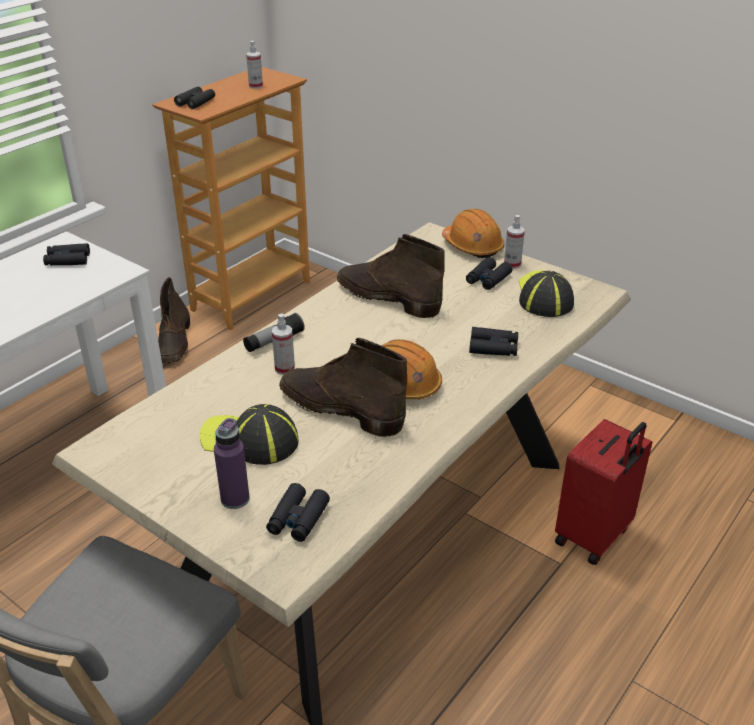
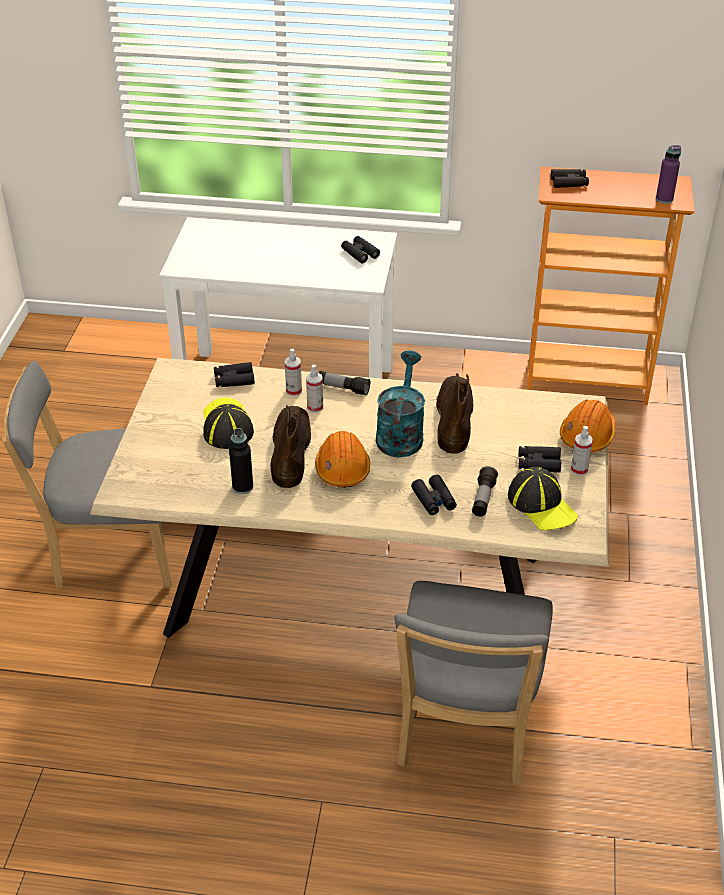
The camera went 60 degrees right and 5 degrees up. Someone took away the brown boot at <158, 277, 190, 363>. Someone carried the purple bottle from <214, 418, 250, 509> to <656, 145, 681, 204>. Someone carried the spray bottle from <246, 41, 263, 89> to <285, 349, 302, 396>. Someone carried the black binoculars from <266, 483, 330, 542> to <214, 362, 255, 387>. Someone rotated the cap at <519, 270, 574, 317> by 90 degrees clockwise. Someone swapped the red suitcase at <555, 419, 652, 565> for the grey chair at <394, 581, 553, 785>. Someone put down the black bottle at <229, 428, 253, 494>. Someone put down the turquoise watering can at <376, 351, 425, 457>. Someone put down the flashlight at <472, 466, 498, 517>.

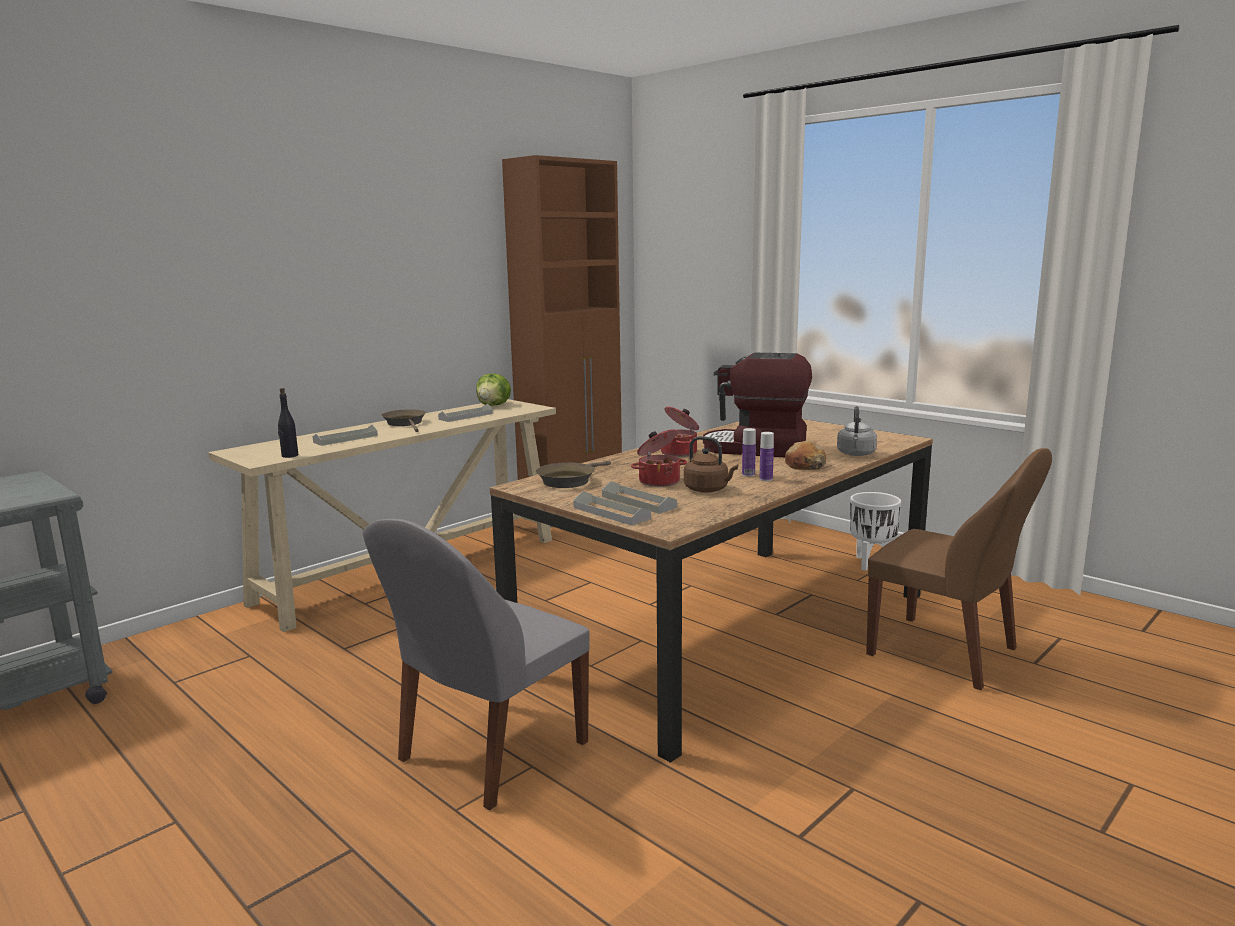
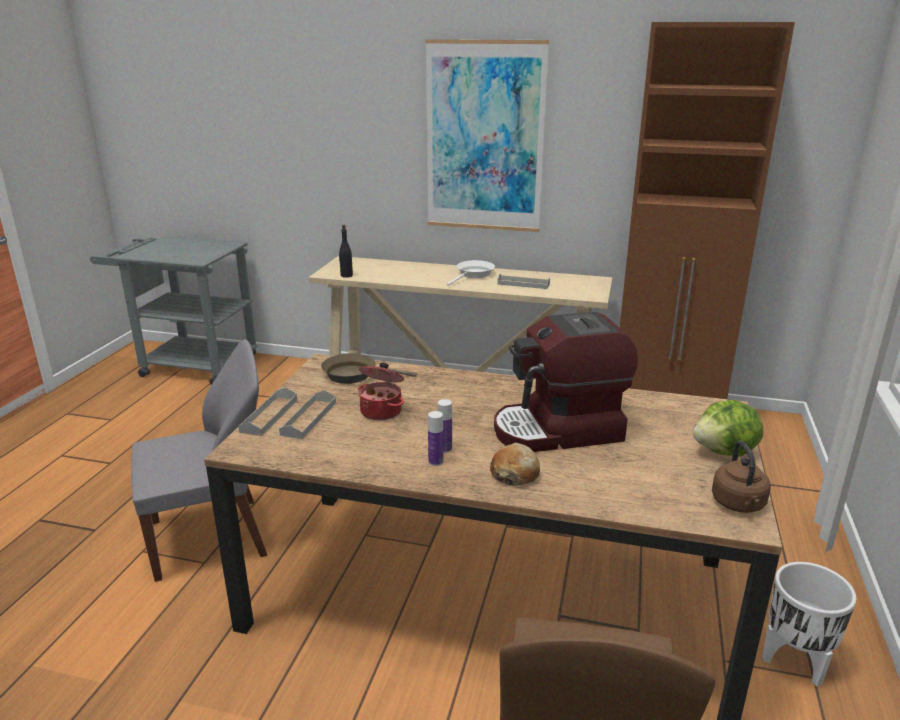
The camera went 60 degrees right and 10 degrees up. Someone took away the grey tray at <313, 425, 378, 446>. Someone rotated the grey chair at <363, 519, 590, 810> by 150 degrees clockwise. Someone repainted the brown frying pan at <381, 410, 426, 432>, which became the white frying pan at <447, 260, 495, 286>. Someone carried the lettuce from <476, 373, 511, 406> to <693, 400, 763, 456>. Someone took away the cooking pot at <661, 407, 699, 457>. Someone carried the brown kettle from <684, 436, 738, 493> to <712, 441, 771, 513>. Someone rotated the coffee machine at <703, 353, 812, 457> by 90 degrees counterclockwise. Someone took away the grey kettle at <837, 406, 877, 456>. Someone put up the picture at <425, 39, 549, 232>.

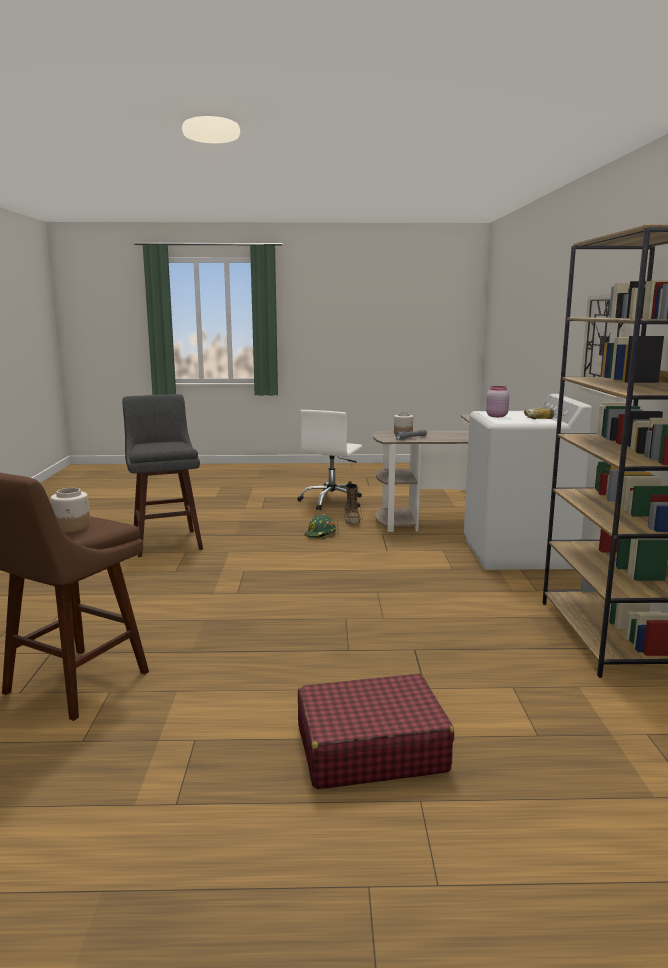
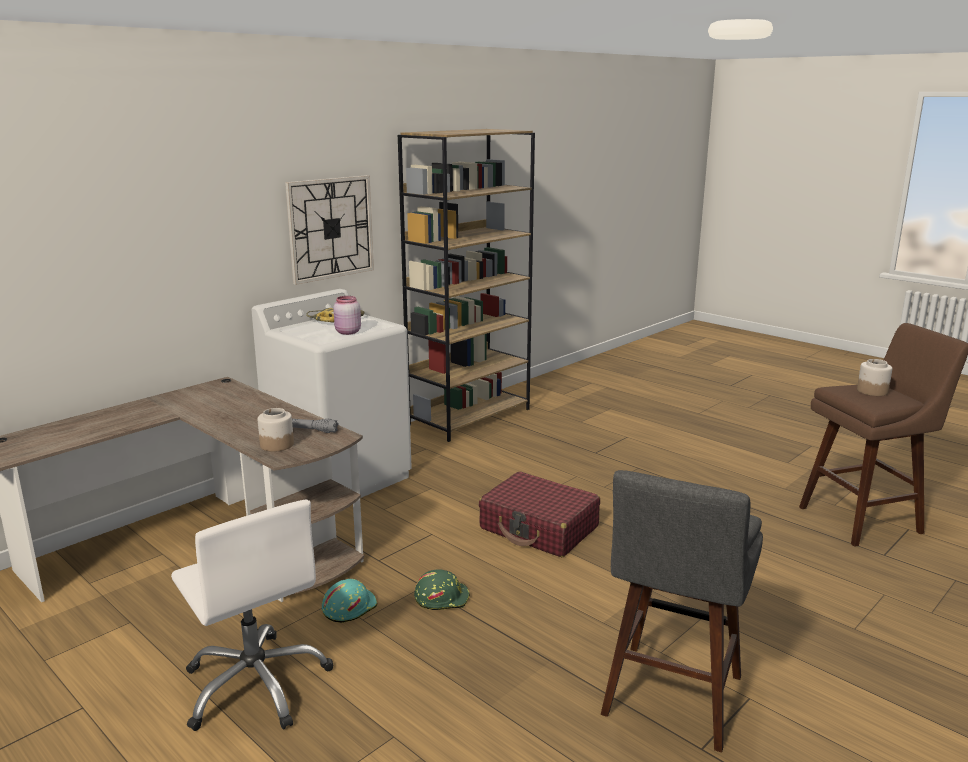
The camera went 135 degrees left and 5 degrees up. Someone rotated the white office chair at <297, 410, 362, 510> by 75 degrees clockwise. Someone carried the red suitcase from <298, 673, 454, 789> to <479, 471, 600, 557>. Someone swapped the boot at <344, 481, 360, 524> for the turquoise hard hat at <322, 579, 378, 623>.

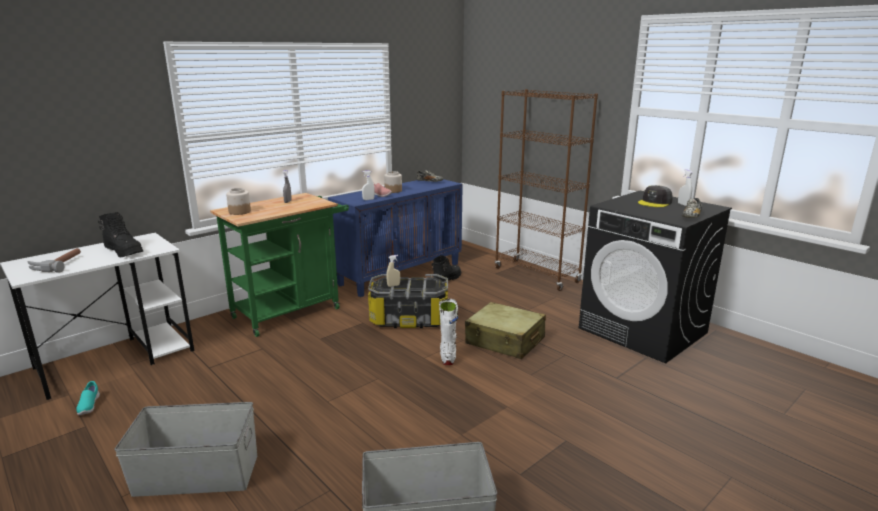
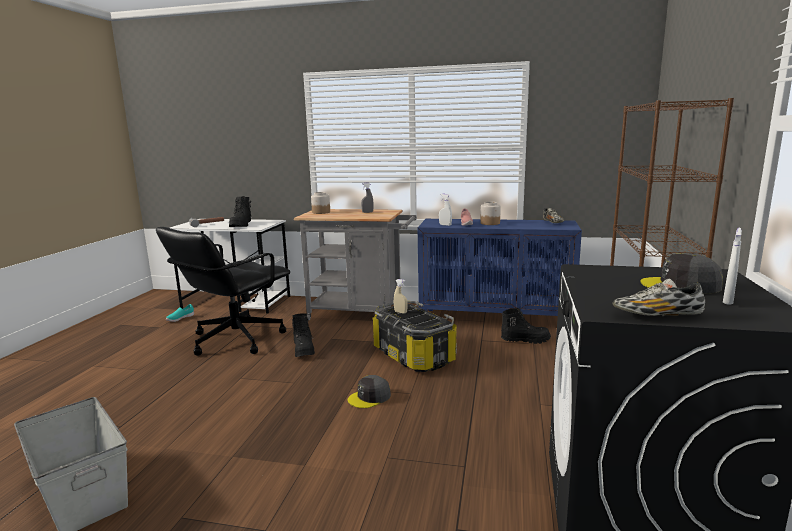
The camera went 55 degrees right and 5 degrees down. Someone took away the grey storage box at <114, 402, 257, 497>. Someone repainted the green cart at <210, 193, 349, 337>, which became the grey cart at <294, 209, 417, 320>. Someone swapped the white boot at <439, 299, 458, 365> for the grey cap at <348, 375, 391, 408>. Someone took away the beige suitcase at <465, 302, 546, 359>. Someone put down the black office chair at <156, 227, 290, 356>. Someone put down the black boot at <292, 313, 315, 357>.

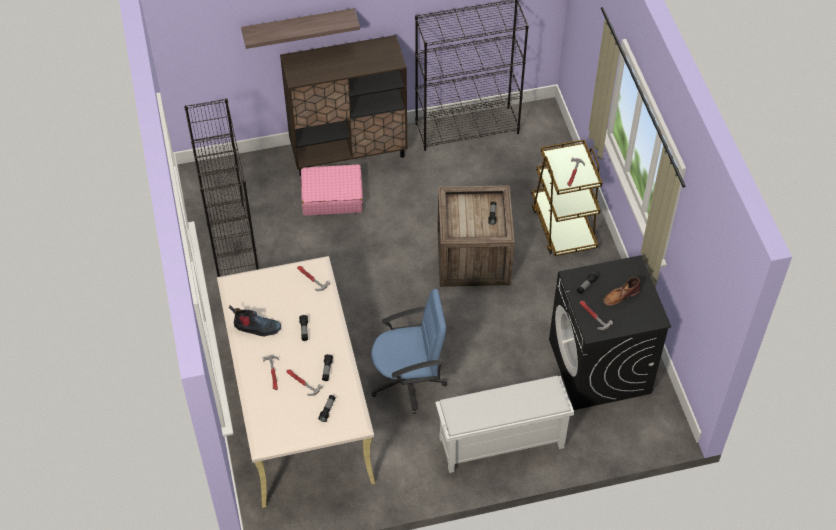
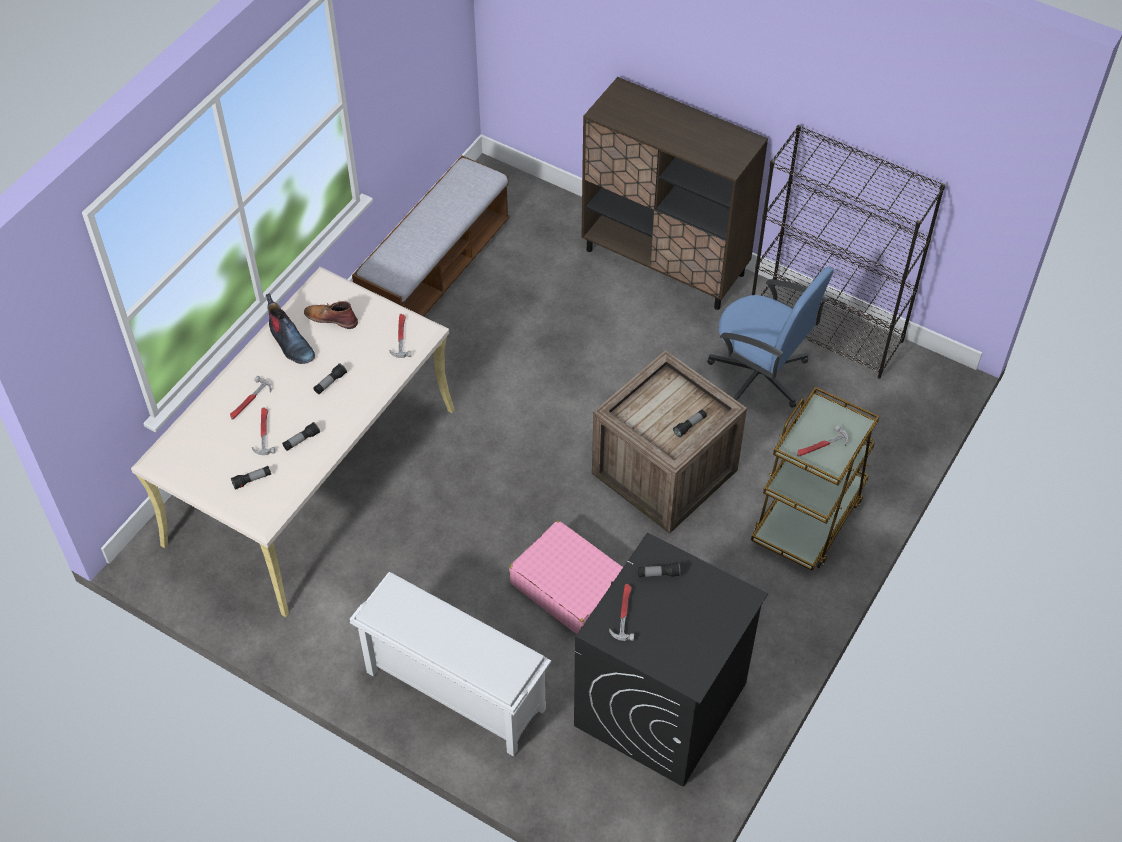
The camera went 45 degrees right and 0 degrees up. Someone swapped the black bookcase at <184, 98, 259, 277> for the bench at <352, 155, 510, 316>. Someone took away the shelf at <241, 8, 360, 49>. Someone carried the pink suitcase from <301, 164, 363, 216> to <509, 521, 623, 634>. Someone carried the blue office chair from <371, 289, 447, 414> to <707, 267, 834, 408>. Someone carried the brown boot from <603, 277, 641, 306> to <304, 301, 358, 329>.

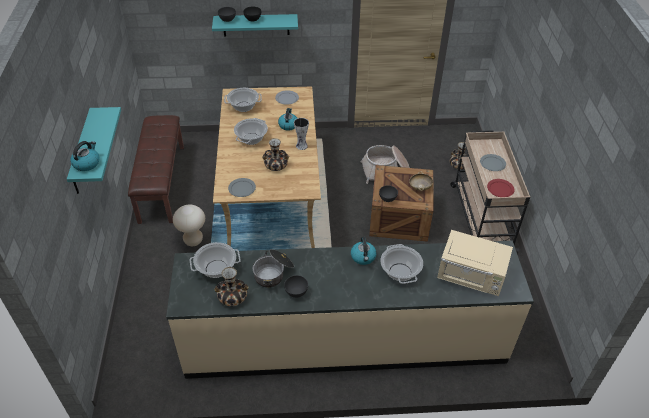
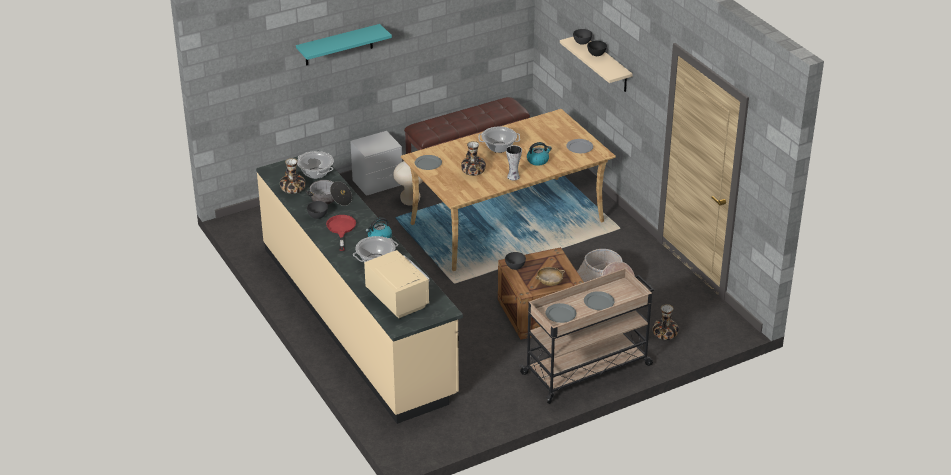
The camera went 65 degrees right and 10 degrees down. Someone took away the kettle at <70, 141, 99, 171>. Someone repainted the turquoise shelf at <212, 14, 298, 36>, which became the beige shelf at <560, 37, 633, 92>. Someone took away the cooking pot at <224, 88, 262, 112>. Someone rotated the beige microwave at <437, 230, 513, 296> by 150 degrees clockwise. Someone repainted the red plate at <487, 179, 514, 197>, which became the grey plate at <545, 303, 576, 323>. Someone put down the red frying pan at <326, 215, 356, 251>. Someone put down the grey nightstand at <350, 131, 402, 196>.

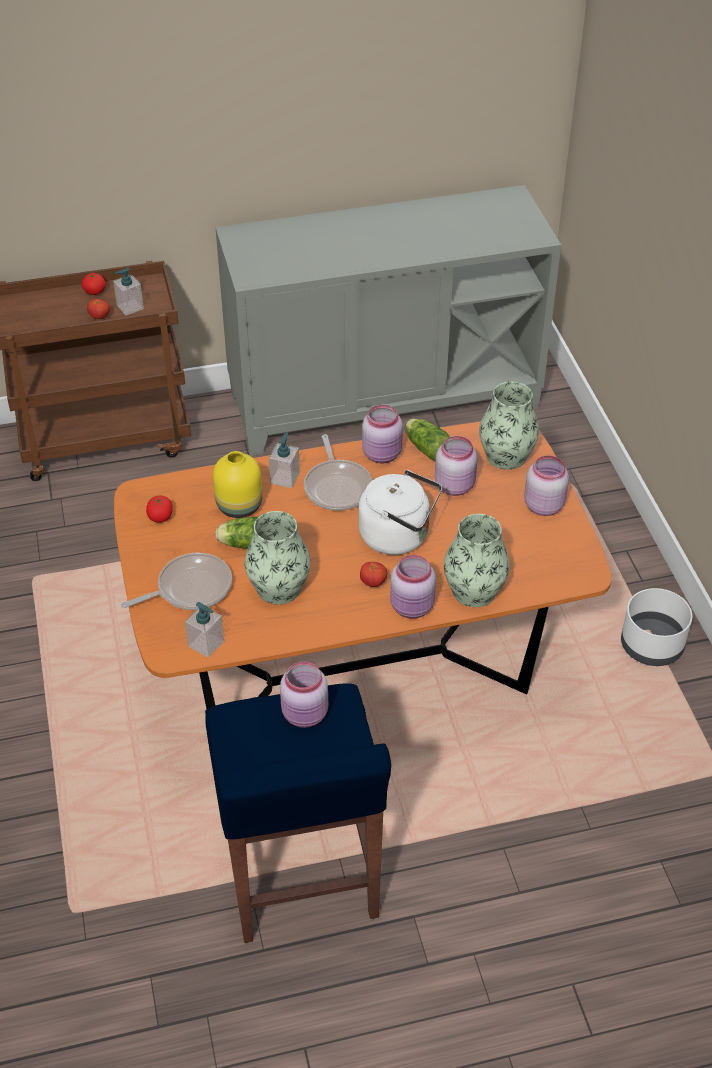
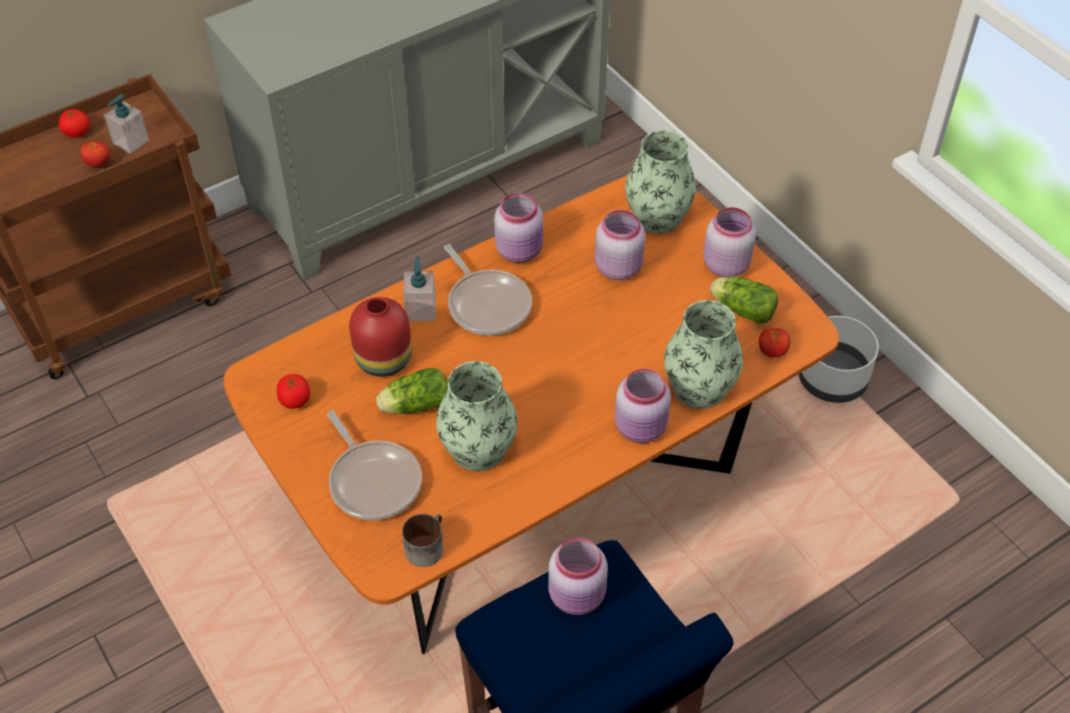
The camera went 20 degrees left and 5 degrees up. Someone rotated the frying pan at <121, 553, 232, 610> by 105 degrees clockwise. Someone swapped the soap dispenser at <185, 602, 224, 658> for the mug at <402, 514, 443, 567>. Someone repainted the yellow vase at <213, 451, 262, 518>, which became the red vase at <349, 297, 412, 377>. Someone took away the white kettle at <359, 470, 442, 555>. Someone carried the tomato from <360, 562, 387, 587> to <759, 328, 791, 358>. Someone carried the lettuce from <405, 419, 450, 460> to <710, 276, 778, 324>.

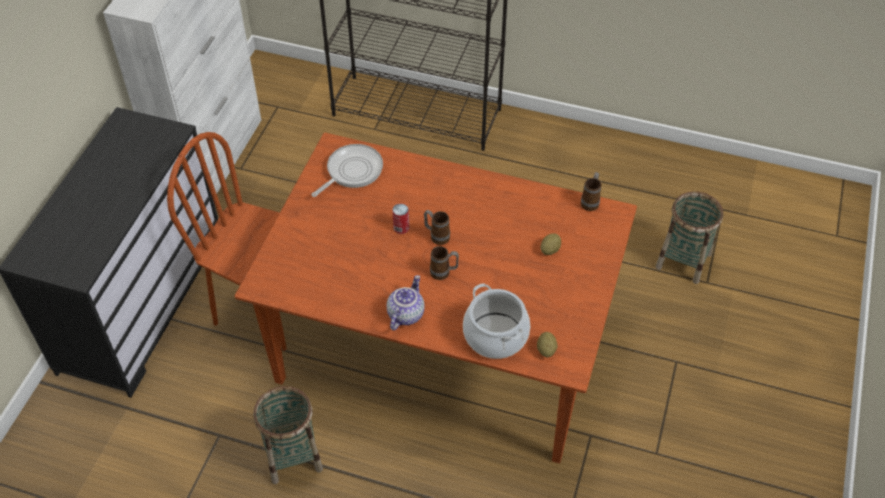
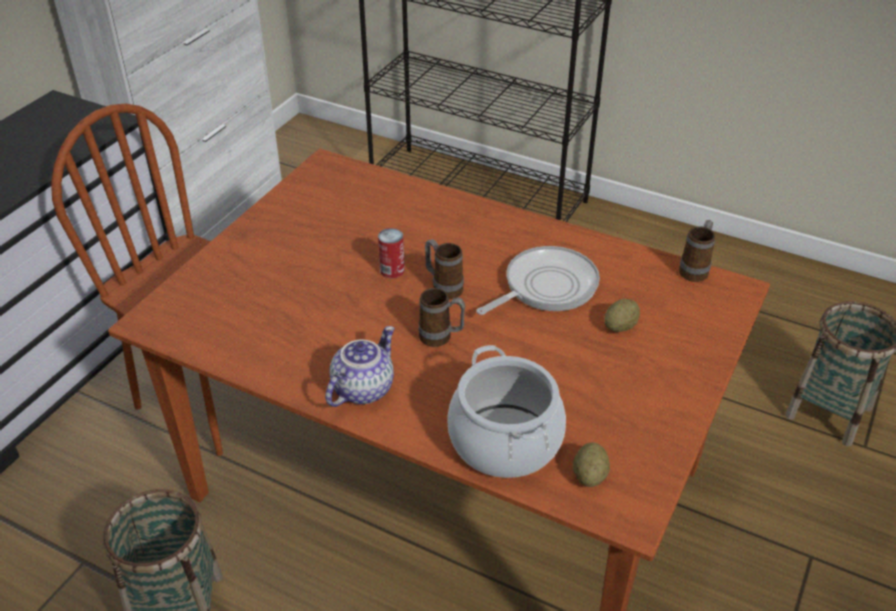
The camera went 10 degrees right and 10 degrees down. Someone carried the frying pan from <312, 144, 383, 197> to <476, 246, 600, 315>.

